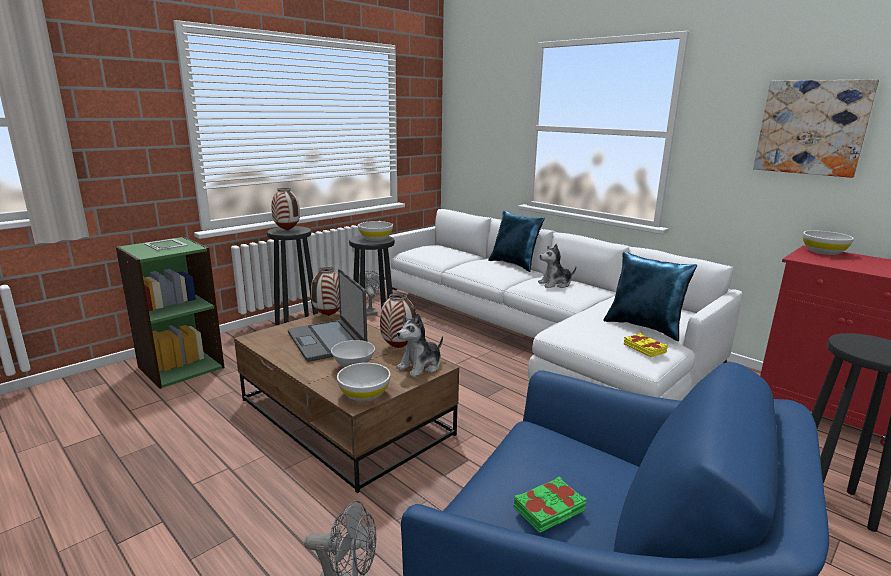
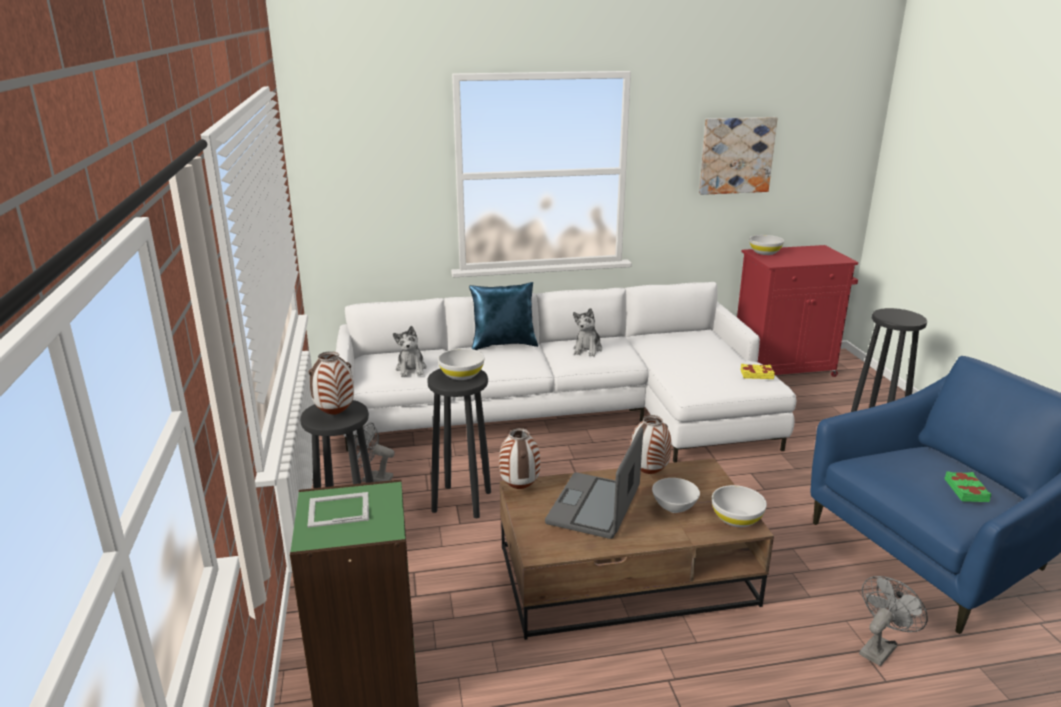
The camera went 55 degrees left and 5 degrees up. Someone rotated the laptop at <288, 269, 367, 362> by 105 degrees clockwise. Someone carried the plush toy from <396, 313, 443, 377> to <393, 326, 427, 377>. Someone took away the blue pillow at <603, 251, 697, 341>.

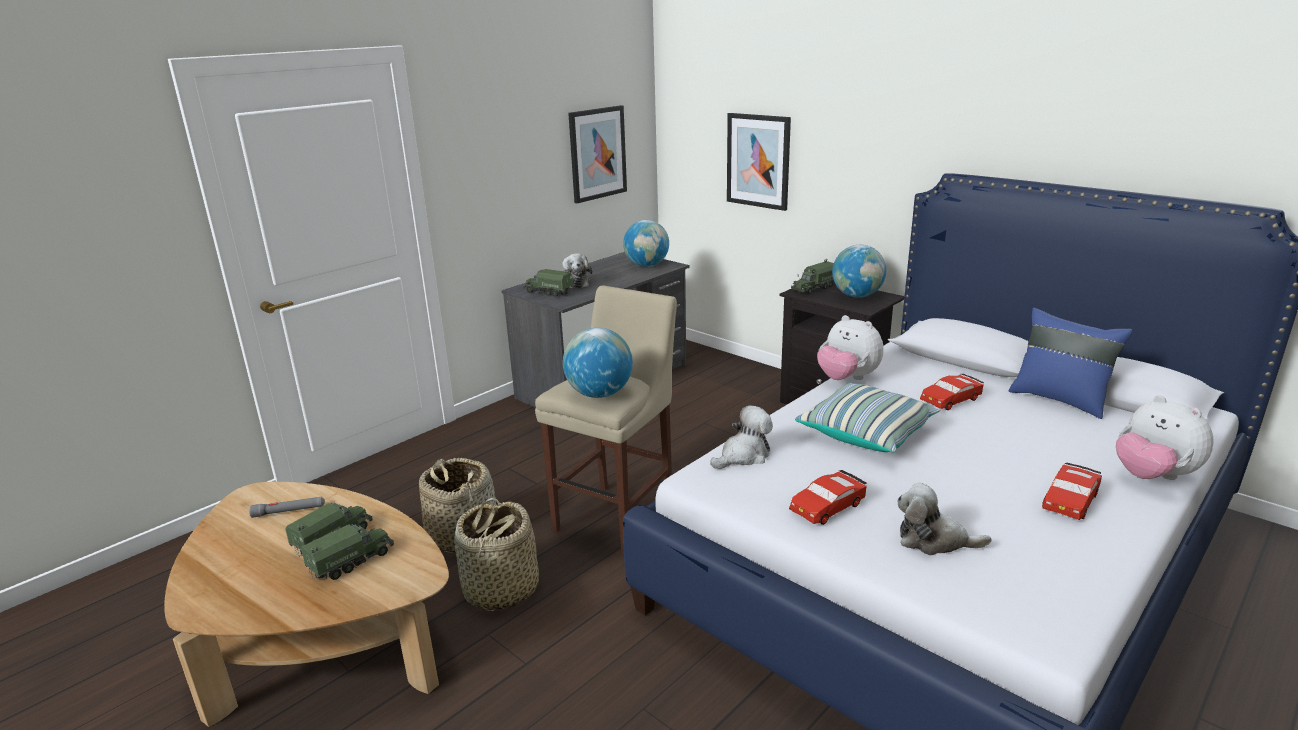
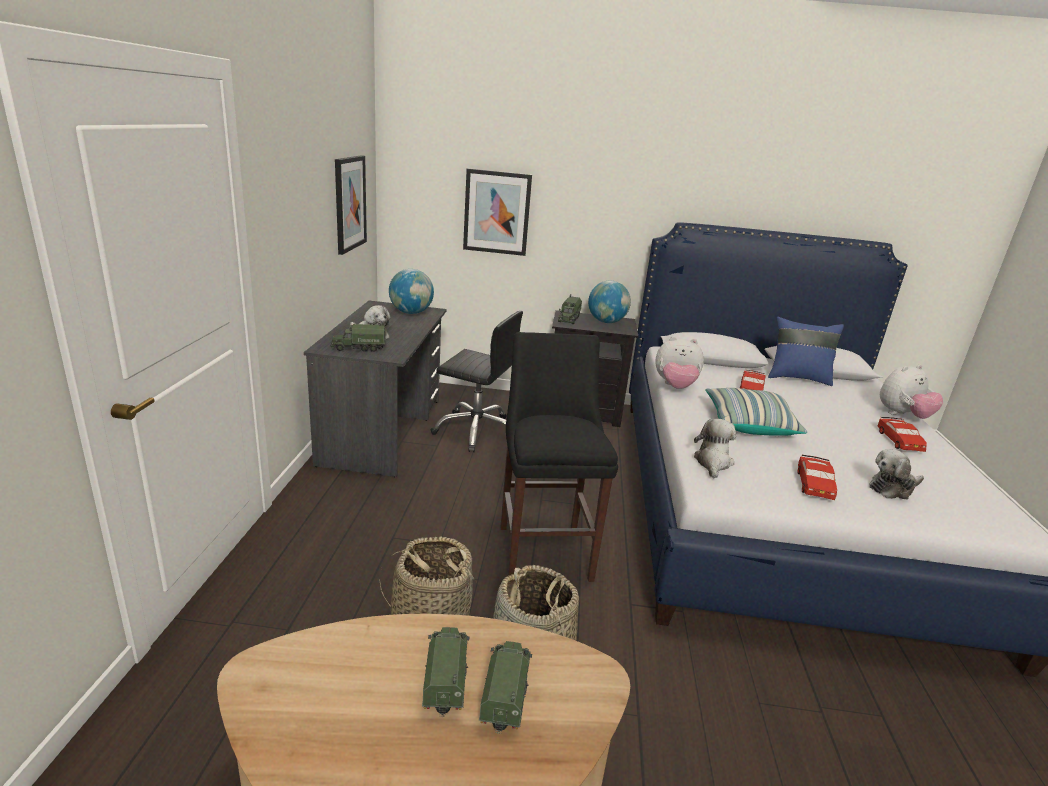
The camera went 40 degrees left and 0 degrees up. Someone took away the grey flashlight at <249, 497, 325, 518>. Someone repainted the beige stool at <535, 285, 677, 555>, which became the black stool at <501, 332, 618, 582>. Someone took away the globe at <563, 328, 633, 398>. Someone rotated the plush toy at <1116, 395, 1214, 480> by 45 degrees counterclockwise. Someone put down the black office chair at <431, 311, 523, 452>.

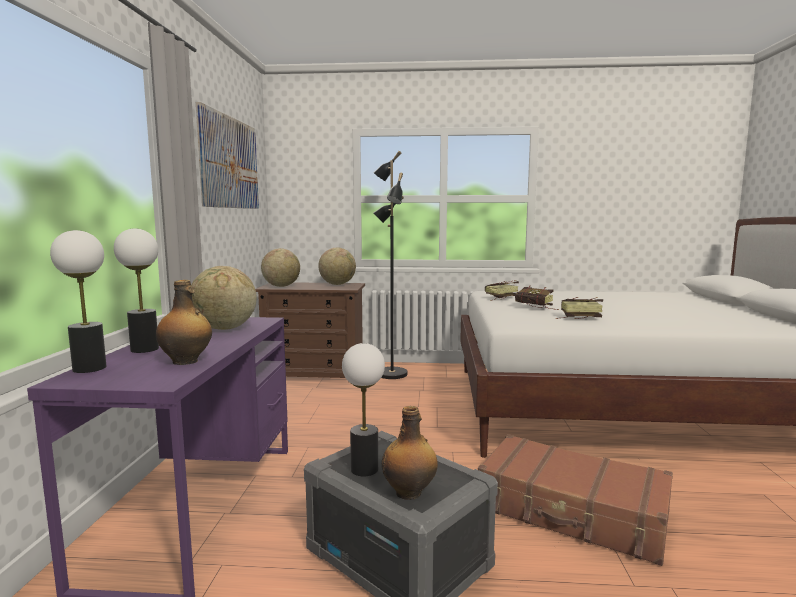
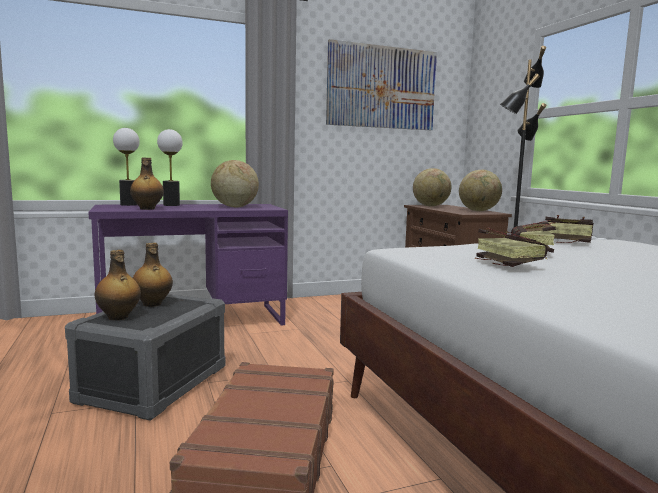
The camera went 65 degrees right and 0 degrees up. Someone swapped the table lamp at <342, 343, 385, 476> for the bottle at <133, 243, 173, 307>.

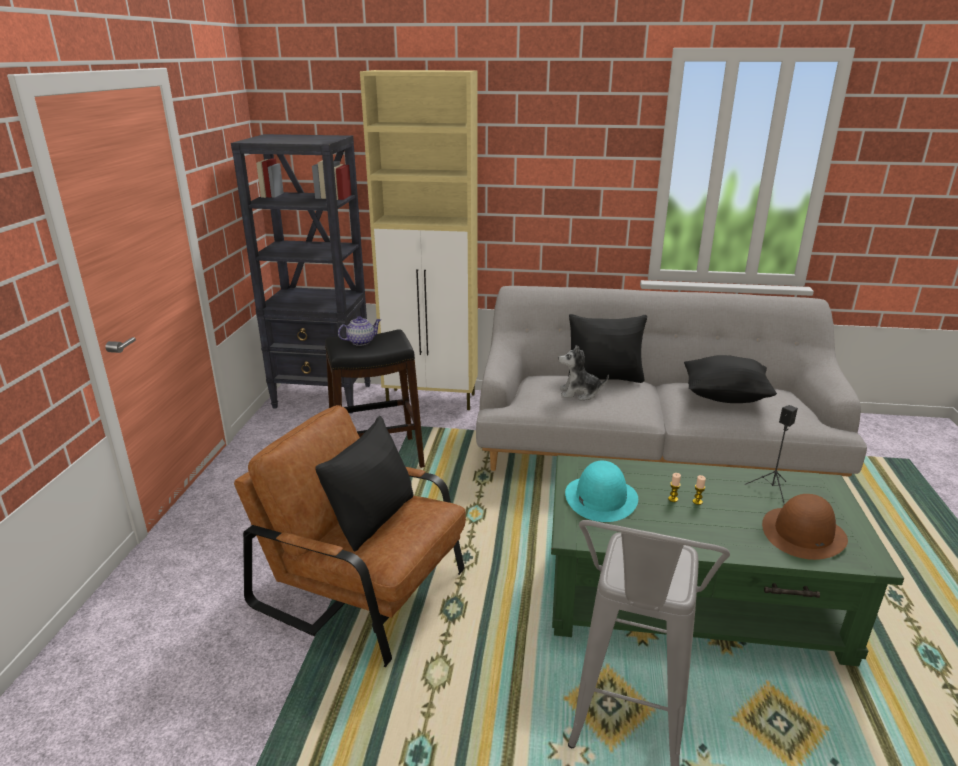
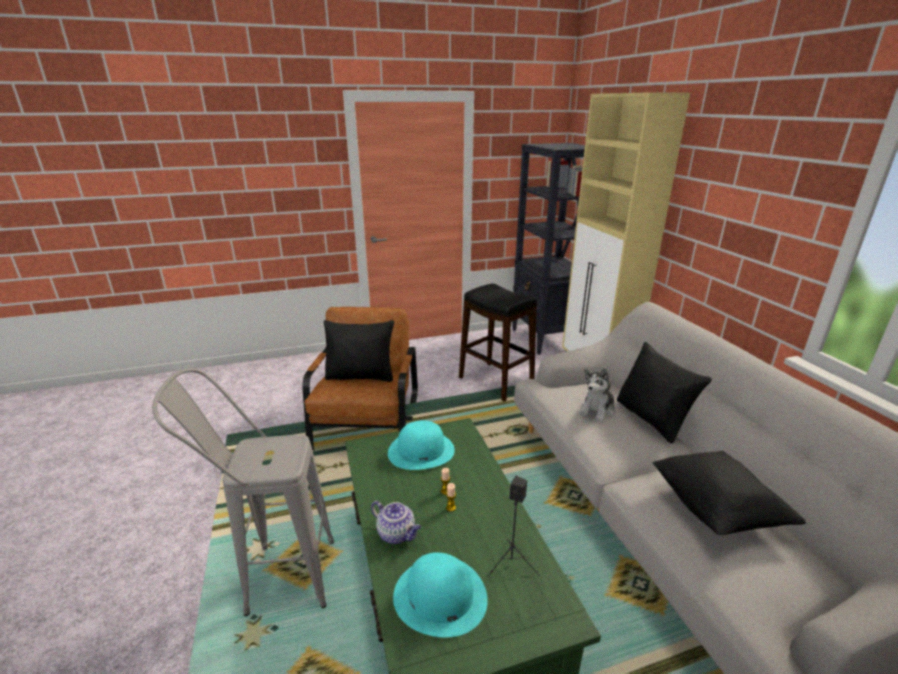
The camera went 65 degrees right and 0 degrees up. Someone carried the teapot from <338, 316, 381, 346> to <371, 501, 421, 544>. Someone rotated the plush toy at <558, 345, 609, 401> by 120 degrees counterclockwise. Someone repainted the brown hat at <762, 494, 848, 560>, which became the turquoise hat at <393, 553, 488, 637>.

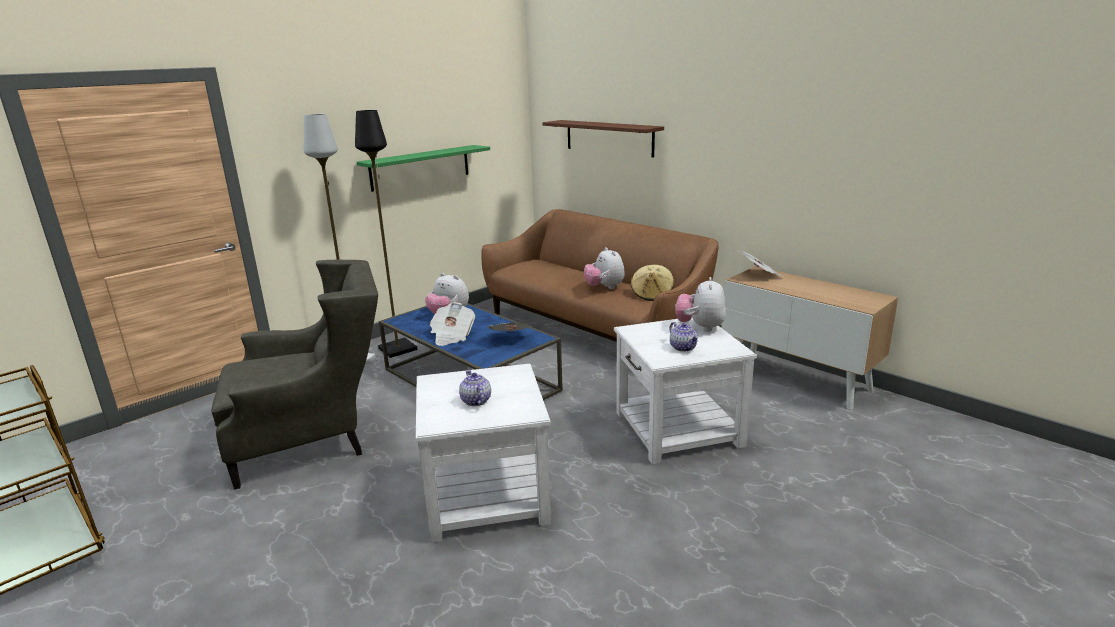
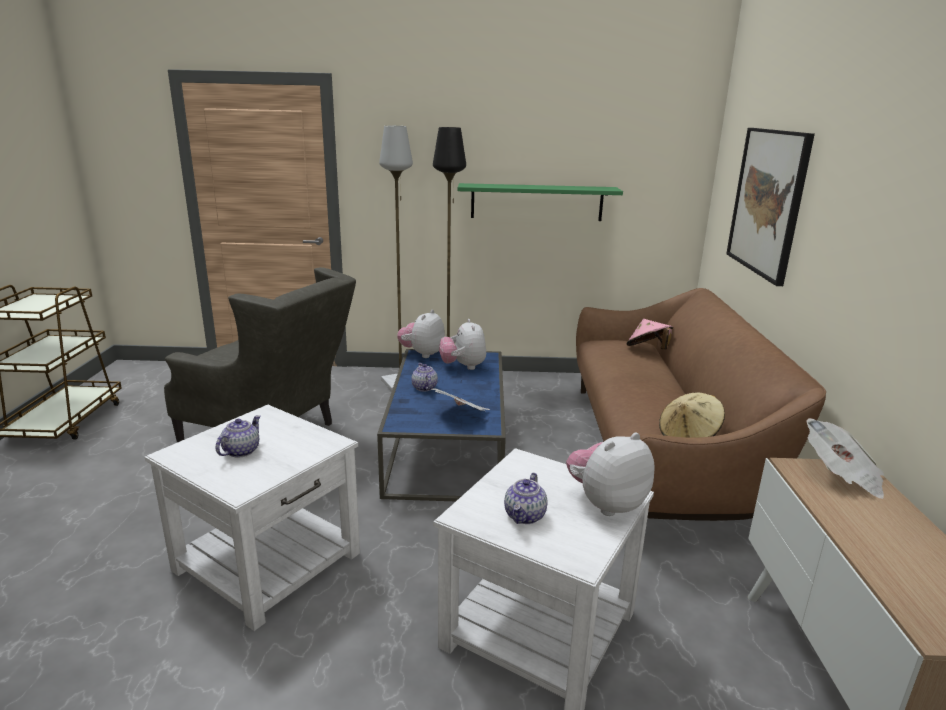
The camera went 45 degrees right and 0 degrees up. Someone swapped the newspaper at <430, 302, 475, 346> for the teapot at <411, 363, 438, 391>. Someone swapped the brown shelf at <543, 120, 664, 158> for the picture at <726, 128, 815, 286>. Someone carried the plush toy from <584, 247, 625, 289> to <397, 310, 445, 358>. Someone put down the pink hat at <627, 319, 673, 349>.

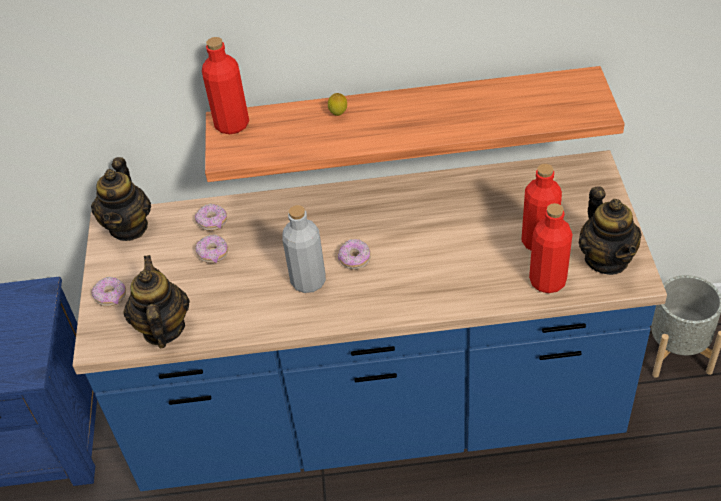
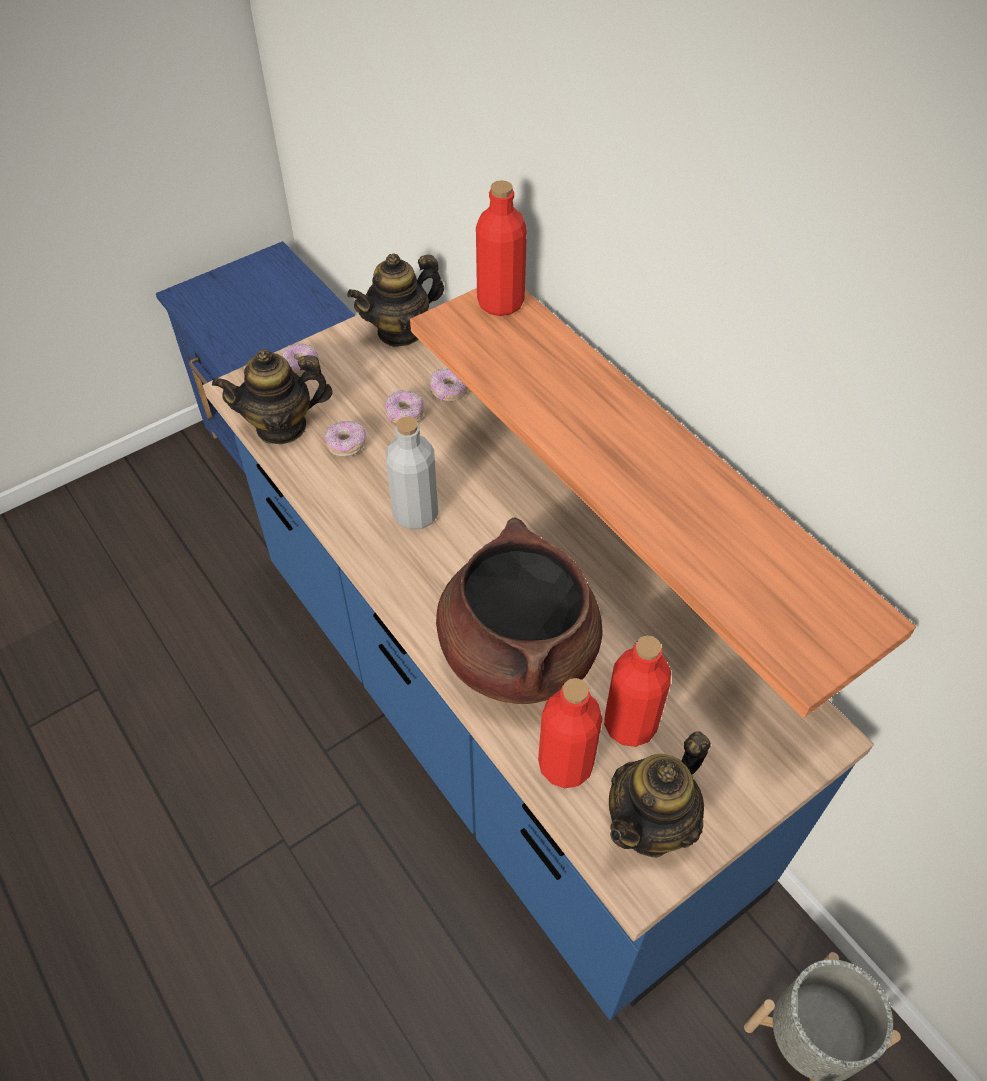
The camera went 55 degrees right and 5 degrees up. Someone rotated the teapot at <124, 255, 190, 349> by 150 degrees counterclockwise. Someone took away the lemon at <328, 93, 347, 116>. Someone carried the donut from <338, 239, 371, 270> to <325, 421, 366, 457>. Someone put down the brown cooking pot at <436, 517, 603, 704>.

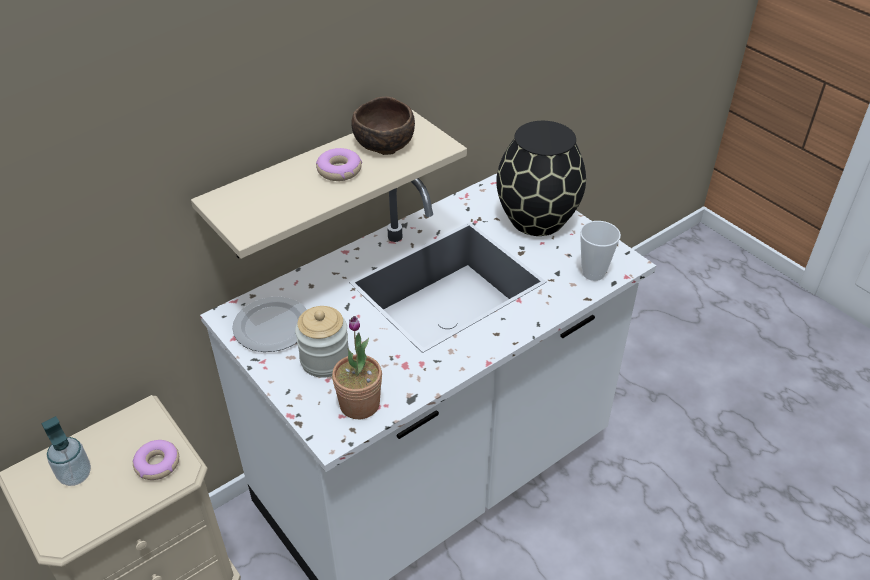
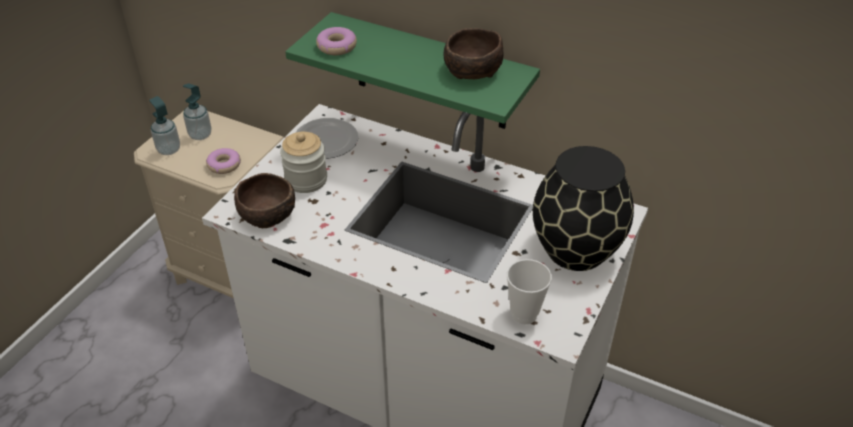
The camera went 65 degrees right and 0 degrees up. Someone repainted the beige shelf at <191, 109, 467, 259>, which became the green shelf at <285, 12, 540, 129>. Someone carried the donut from <316, 148, 362, 181> to <316, 27, 357, 55>. Someone swapped the potted plant at <332, 316, 382, 419> for the brown bowl at <234, 173, 295, 228>. Someone put down the soap dispenser at <150, 96, 180, 155>.

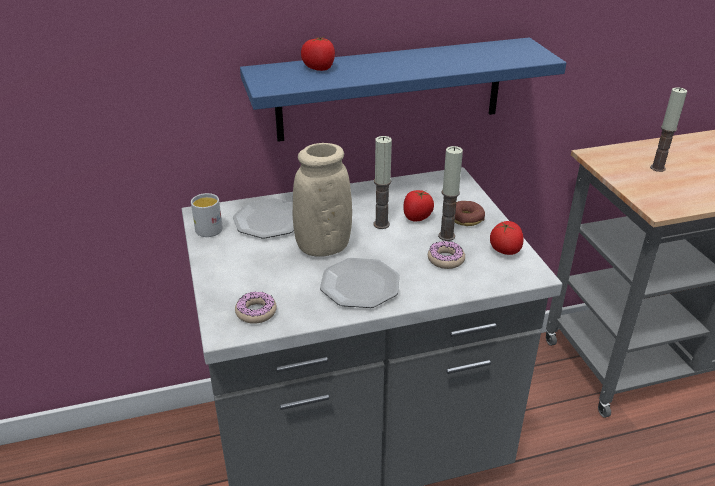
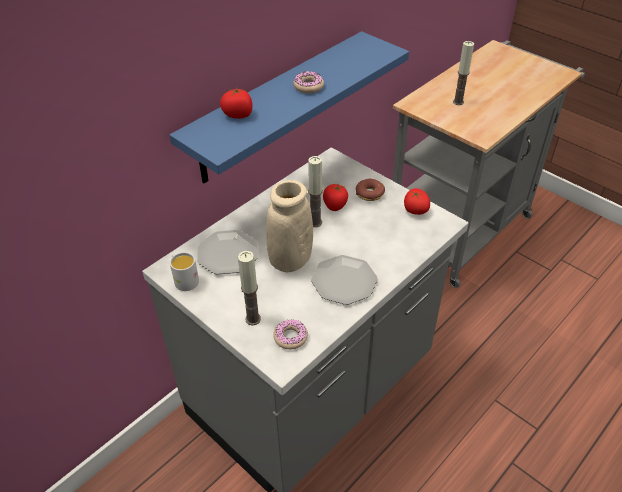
The camera went 30 degrees left and 10 degrees up. Someone carried the donut from <428, 241, 465, 269> to <293, 71, 324, 93>. Someone carried the candle from <438, 146, 463, 241> to <238, 251, 261, 325>.

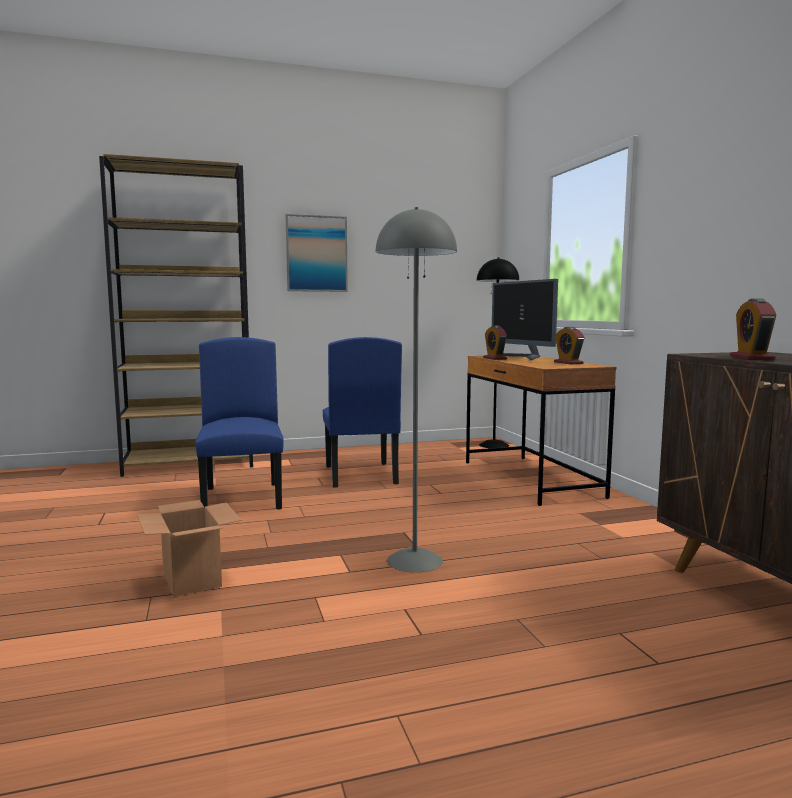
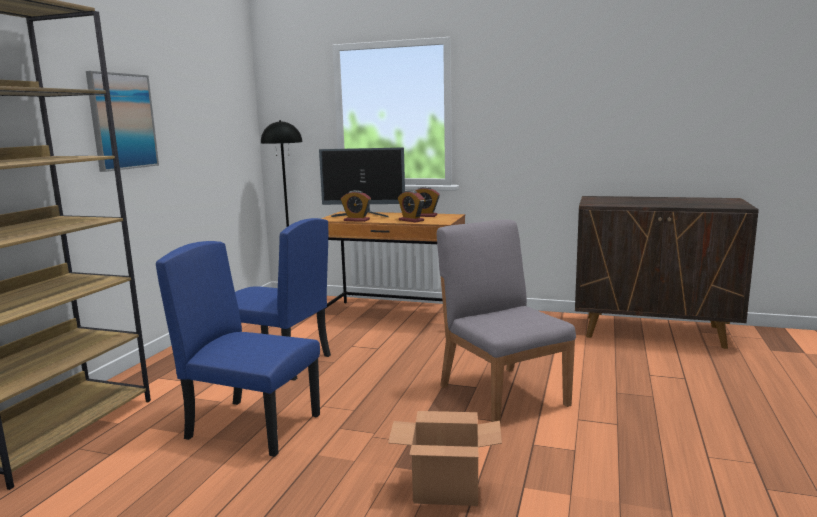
The camera went 55 degrees left and 5 degrees up. Someone swapped the grey floor lamp at <376, 207, 457, 572> for the grey chair at <437, 219, 576, 422>. Someone carried the alarm clock from <730, 298, 776, 360> to <398, 190, 425, 223>.

